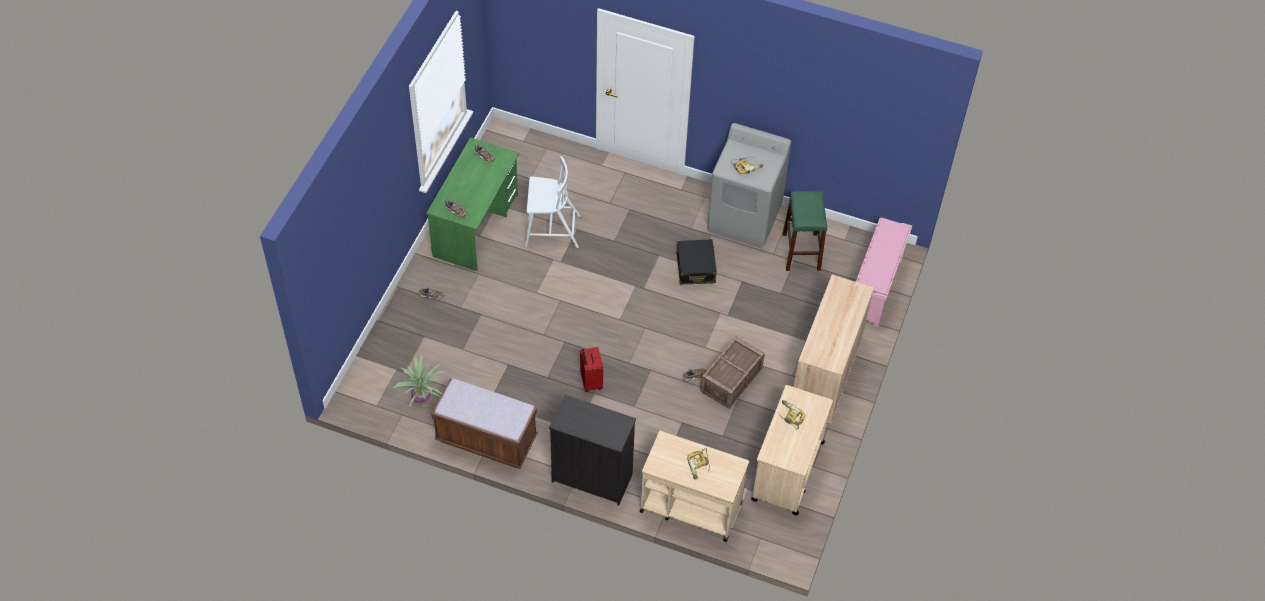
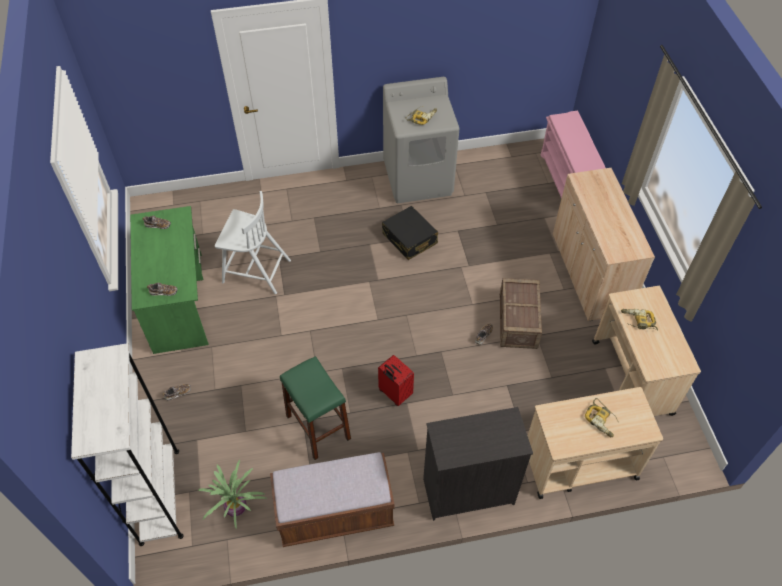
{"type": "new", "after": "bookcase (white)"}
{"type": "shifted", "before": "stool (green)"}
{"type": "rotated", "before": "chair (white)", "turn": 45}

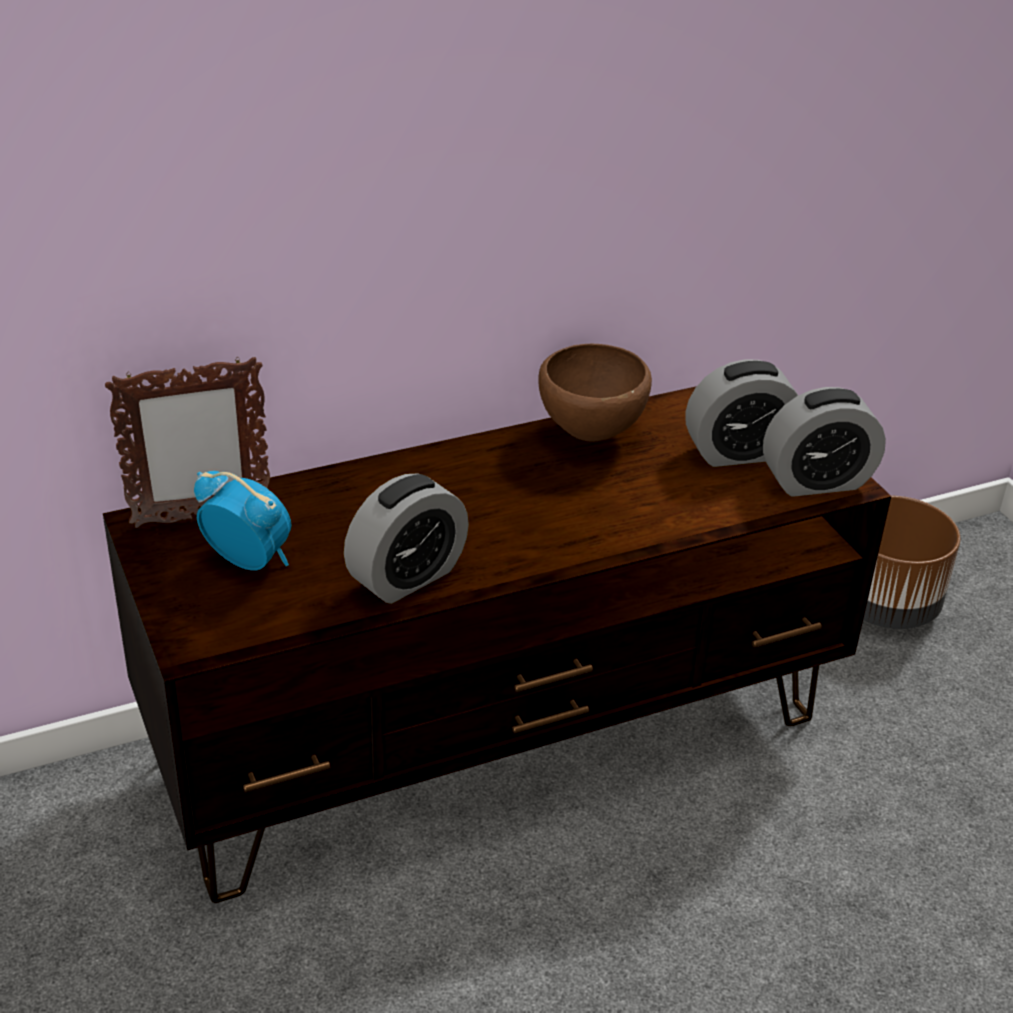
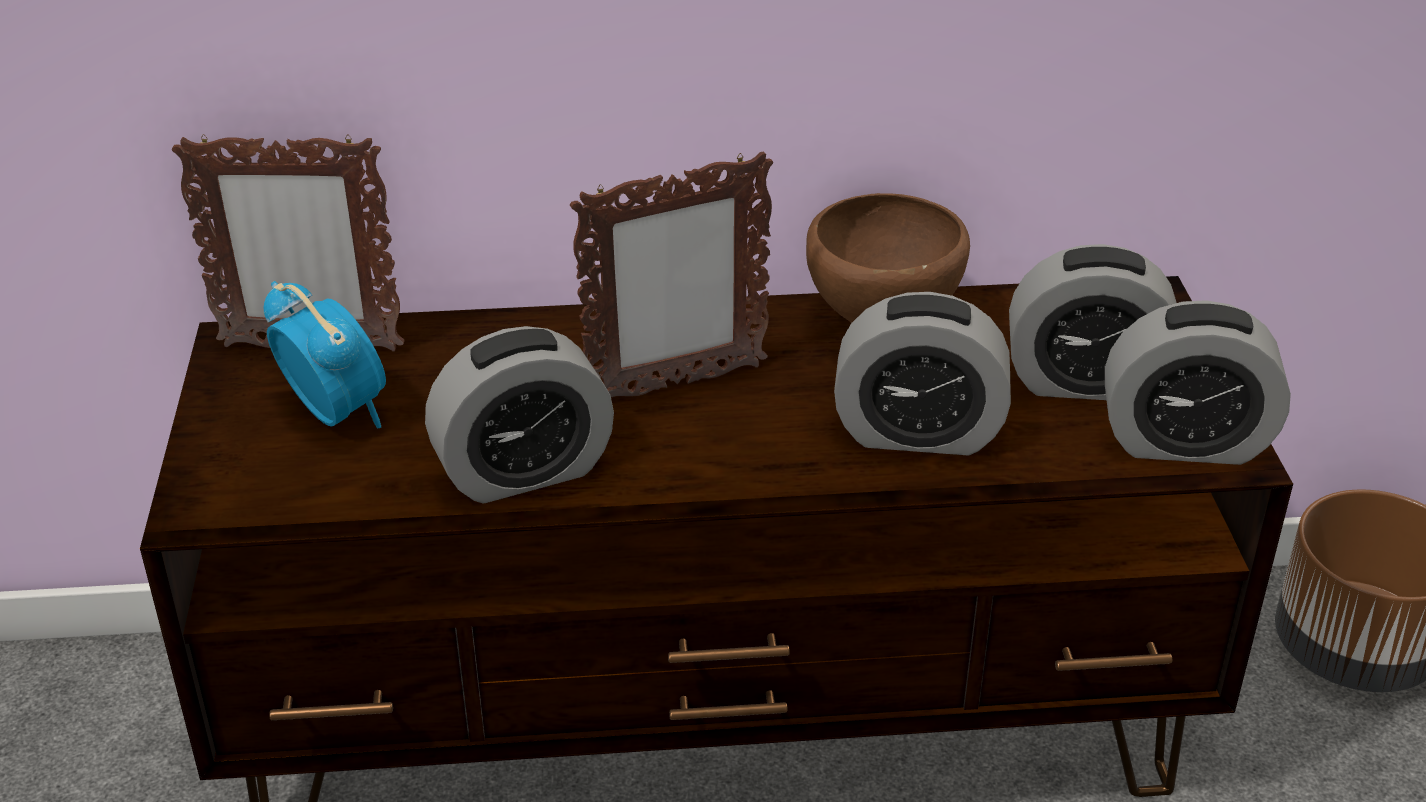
{"type": "new", "after": "picture frame (no. 2 from left)"}
{"type": "new", "after": "alarm clock (no. 3 from left)"}

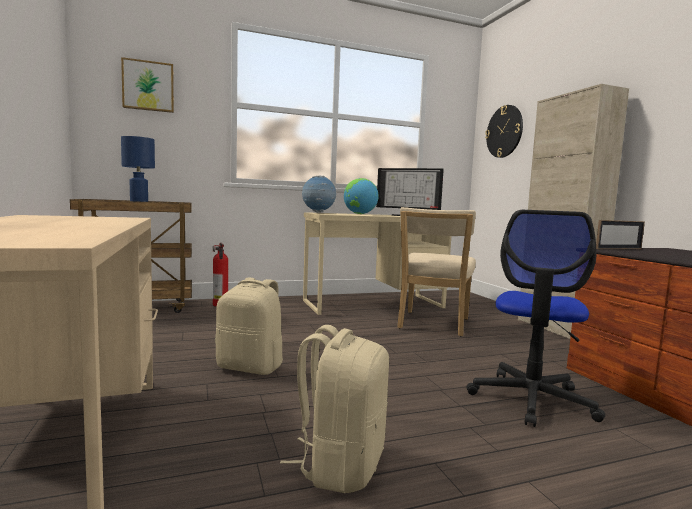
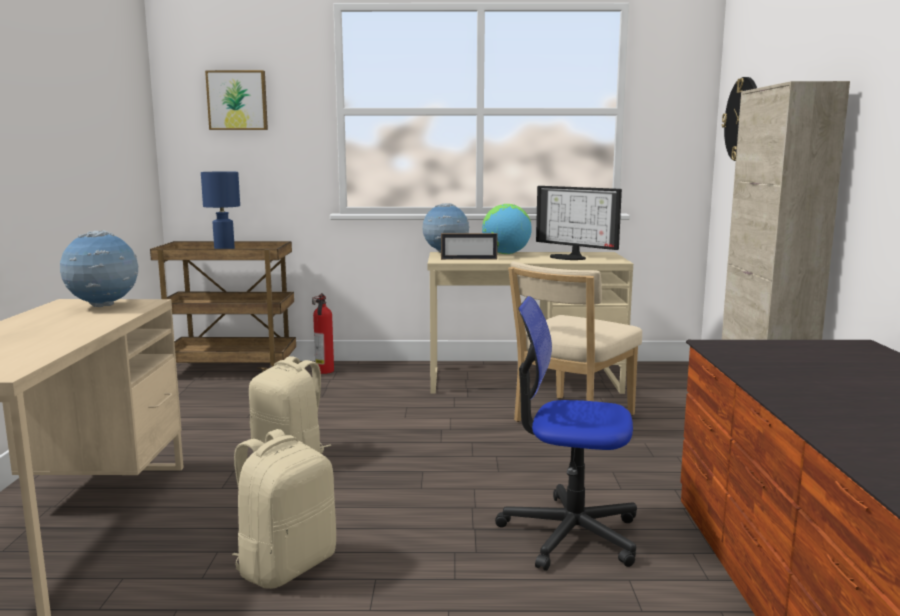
{"type": "new", "after": "globe (no. 1 from left)"}
{"type": "shifted", "before": "picture frame"}
{"type": "rotated", "before": "office chair", "turn": 60}

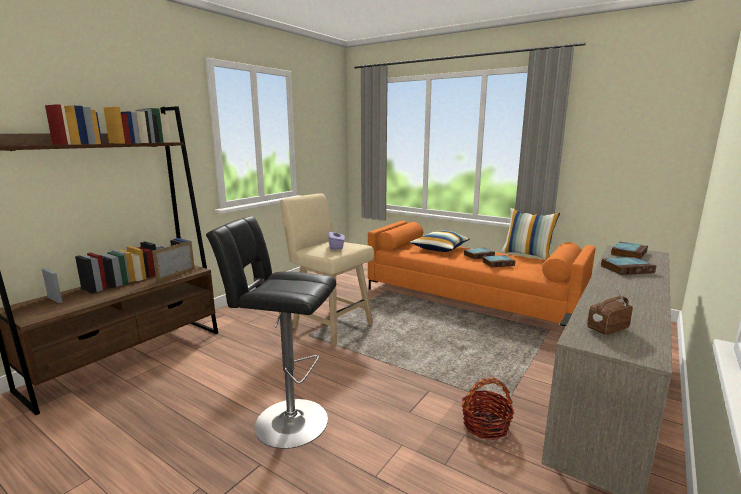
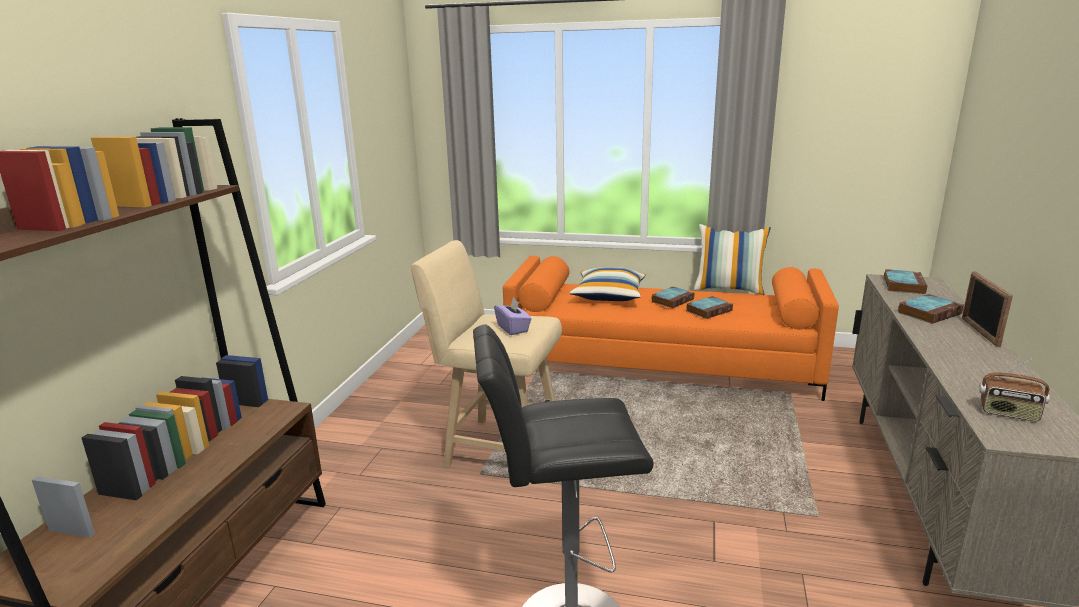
{"type": "gone", "before": "basket"}
{"type": "shifted", "before": "picture frame"}
{"type": "rotated", "before": "radio", "turn": -105}

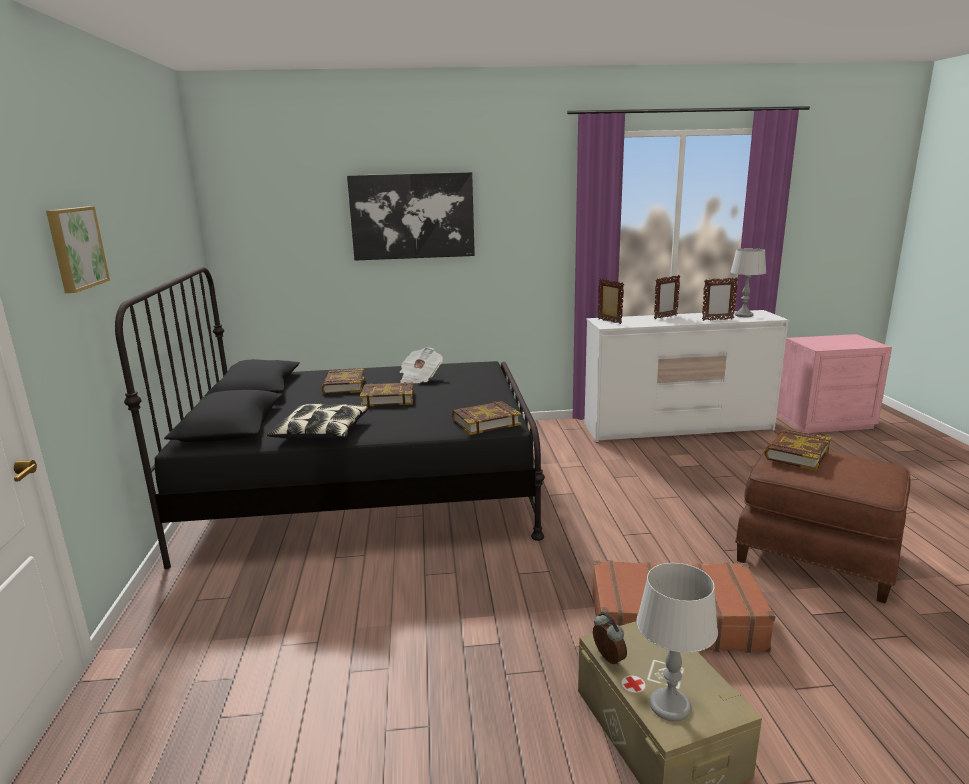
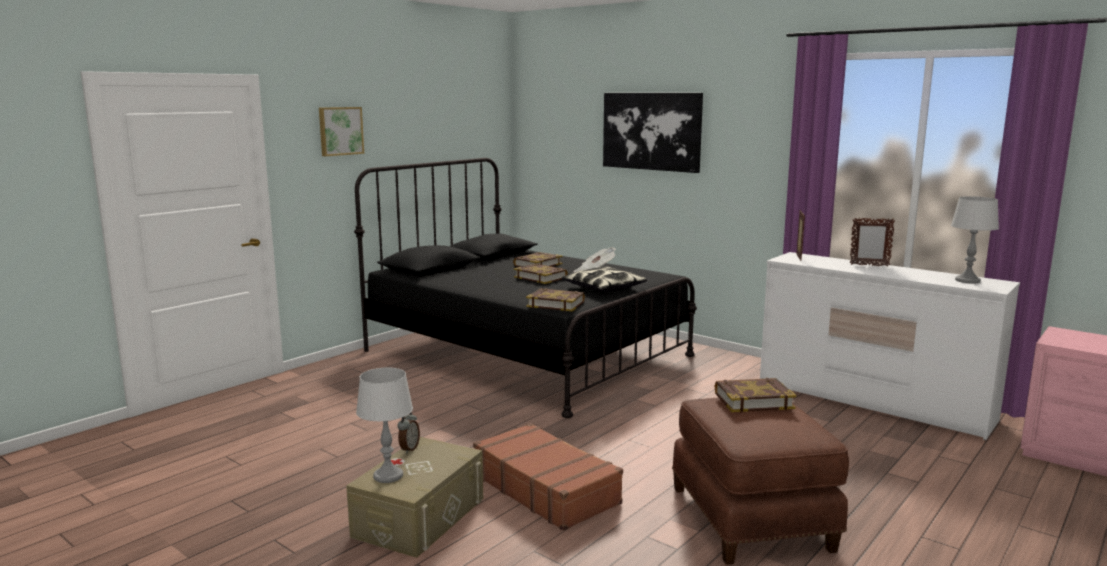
{"type": "gone", "before": "picture frame (no. 3 from left)"}
{"type": "shifted", "before": "pillow"}

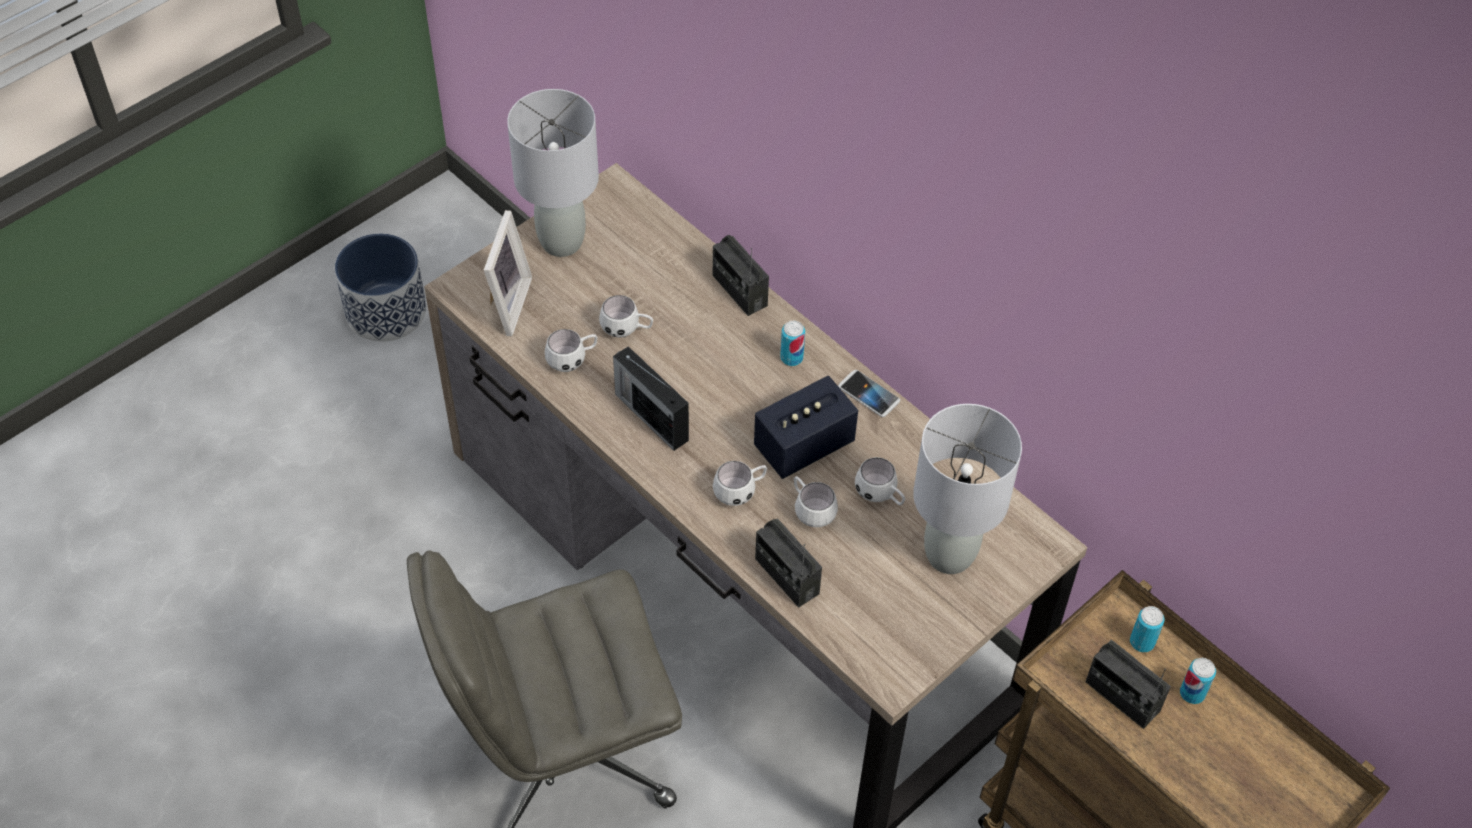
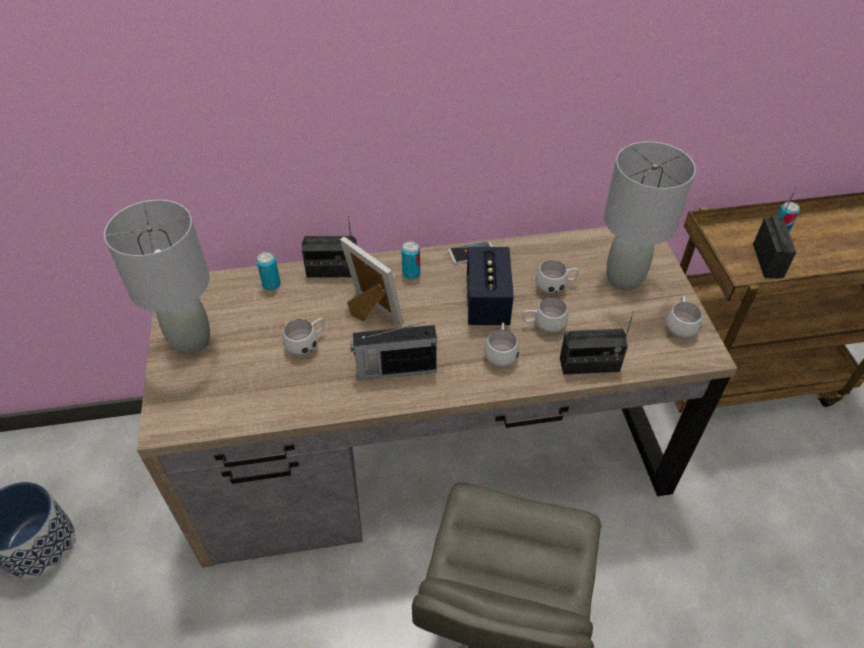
{"type": "shifted", "before": "picture frame"}
{"type": "shifted", "before": "mug (white) (no. 1 from left in the first image)", "after": "mug (white) (no. 5 from left)"}
{"type": "shifted", "before": "can (no. 2 from left in the first image)", "after": "can (no. 1 from left)"}
{"type": "rotated", "before": "radio (no. 4 from left)", "turn": -75}

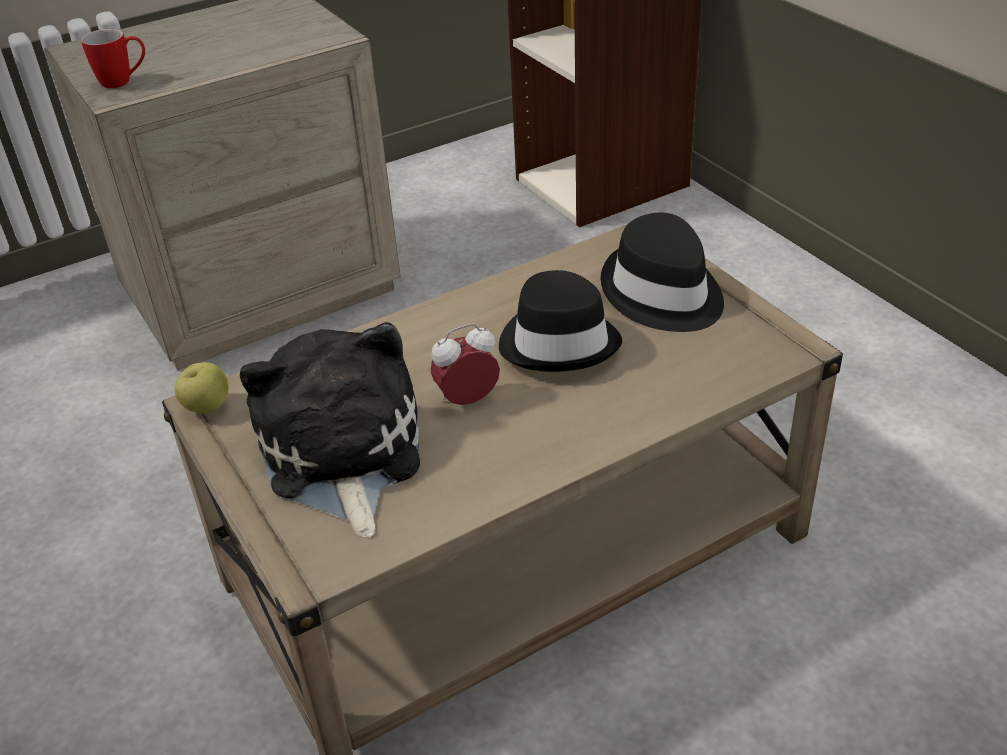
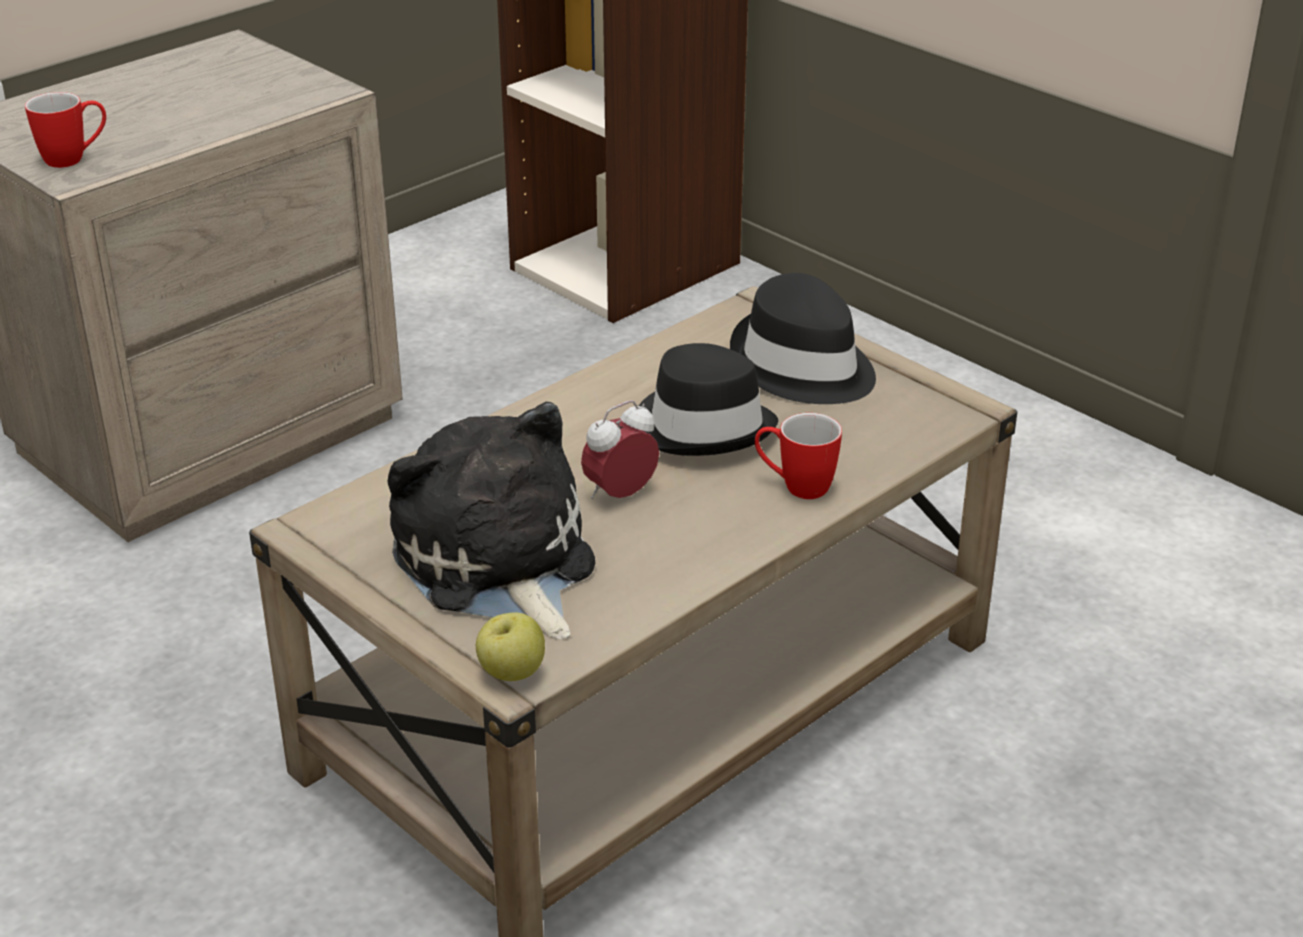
{"type": "new", "after": "mug (no. 2 from left)"}
{"type": "shifted", "before": "apple"}

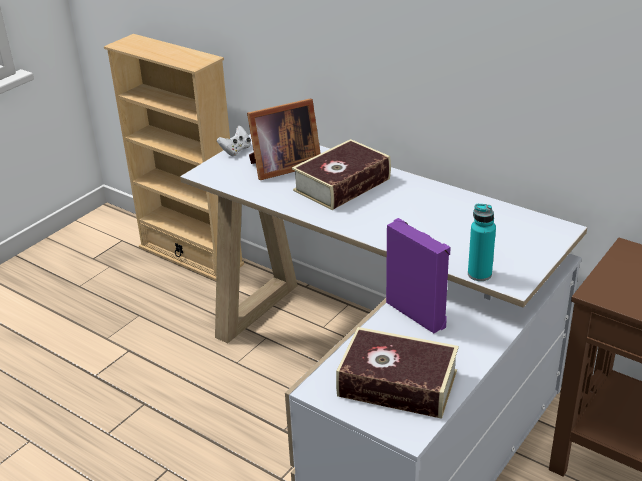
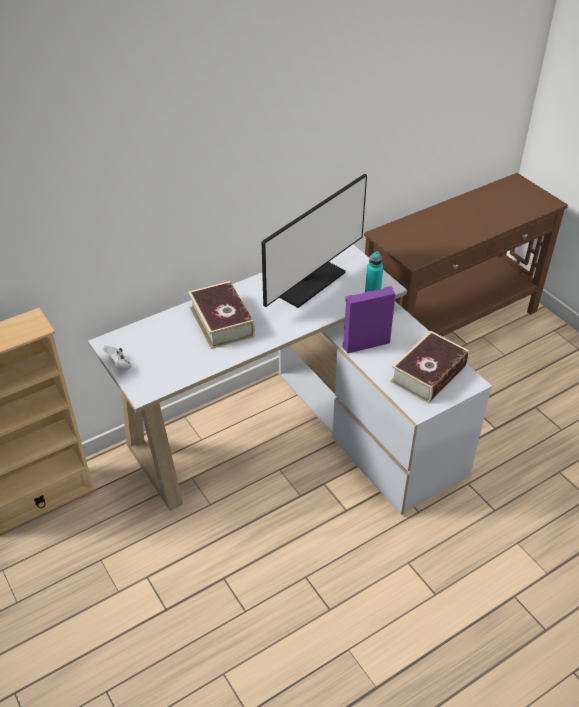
{"type": "gone", "before": "picture frame"}
{"type": "new", "after": "monitor"}

